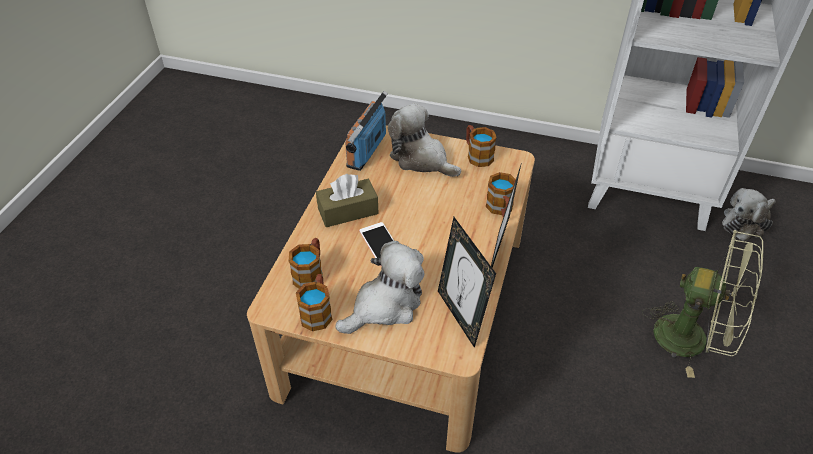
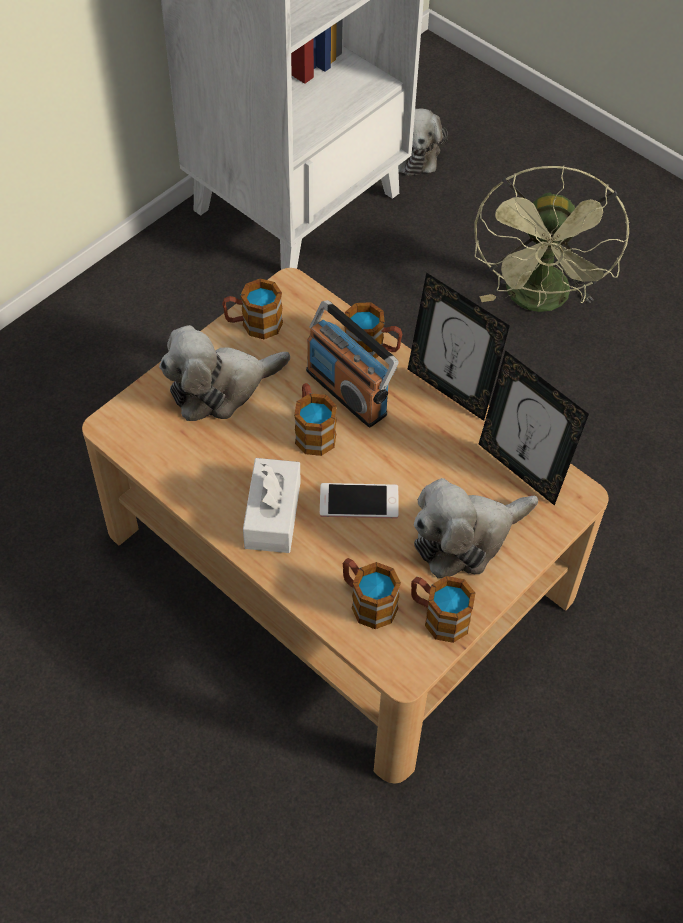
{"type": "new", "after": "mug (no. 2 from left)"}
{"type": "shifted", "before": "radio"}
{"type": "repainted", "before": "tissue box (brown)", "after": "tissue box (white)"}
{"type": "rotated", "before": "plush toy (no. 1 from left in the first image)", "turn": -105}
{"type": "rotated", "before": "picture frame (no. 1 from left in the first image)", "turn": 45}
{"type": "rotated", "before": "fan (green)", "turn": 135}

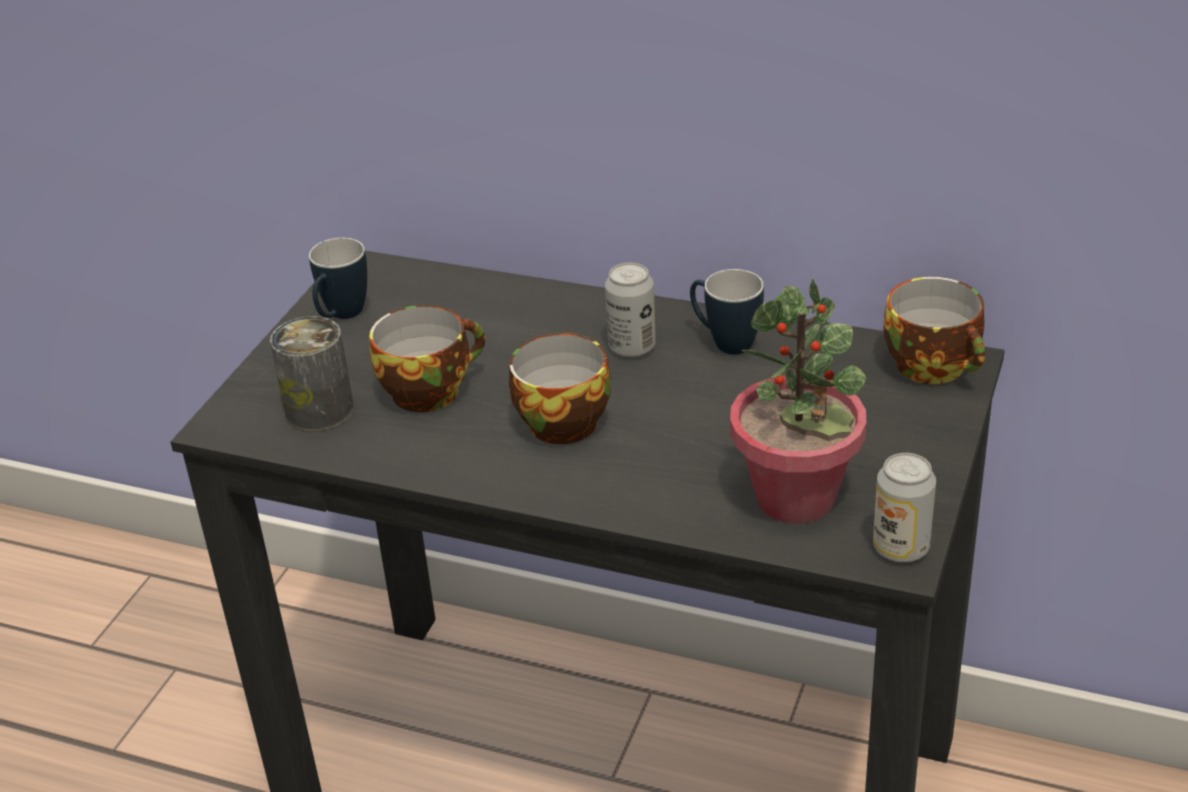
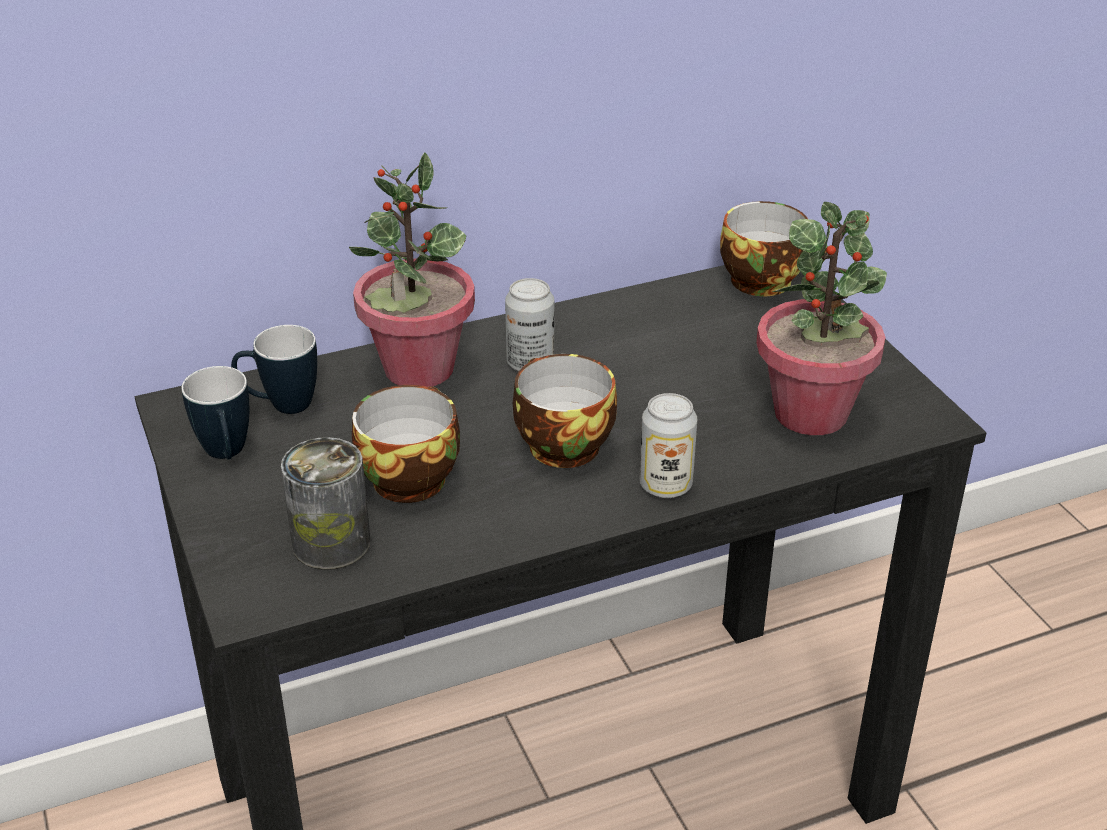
{"type": "new", "after": "potted plant (no. 1 from left)"}
{"type": "shifted", "before": "mug (no. 2 from left)"}
{"type": "shifted", "before": "can (no. 3 from left)"}

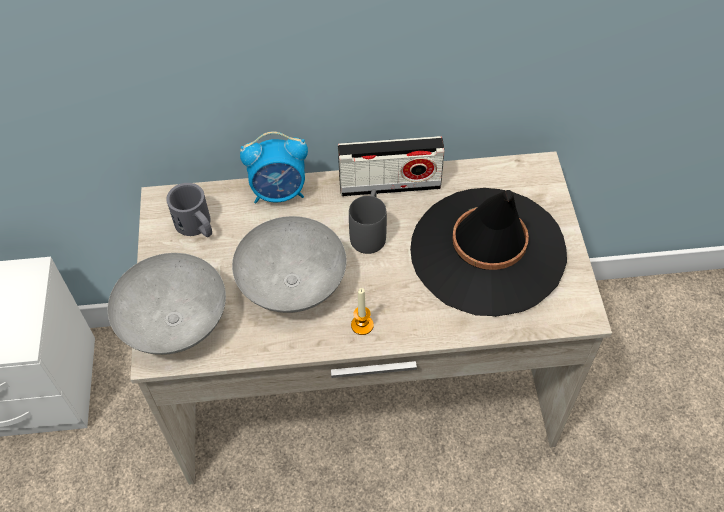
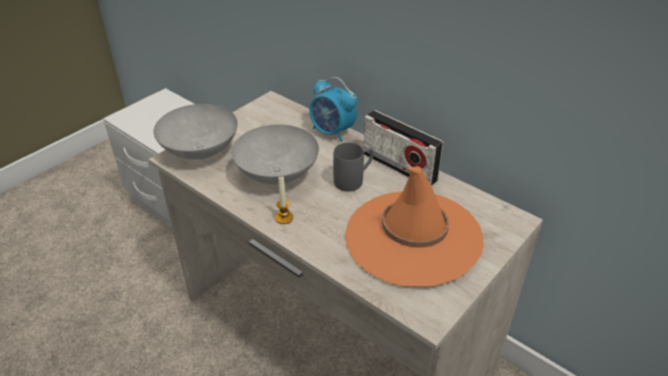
{"type": "gone", "before": "mug (grey) (no. 1 from left)"}
{"type": "repainted", "before": "hat (black)", "after": "hat (orange)"}

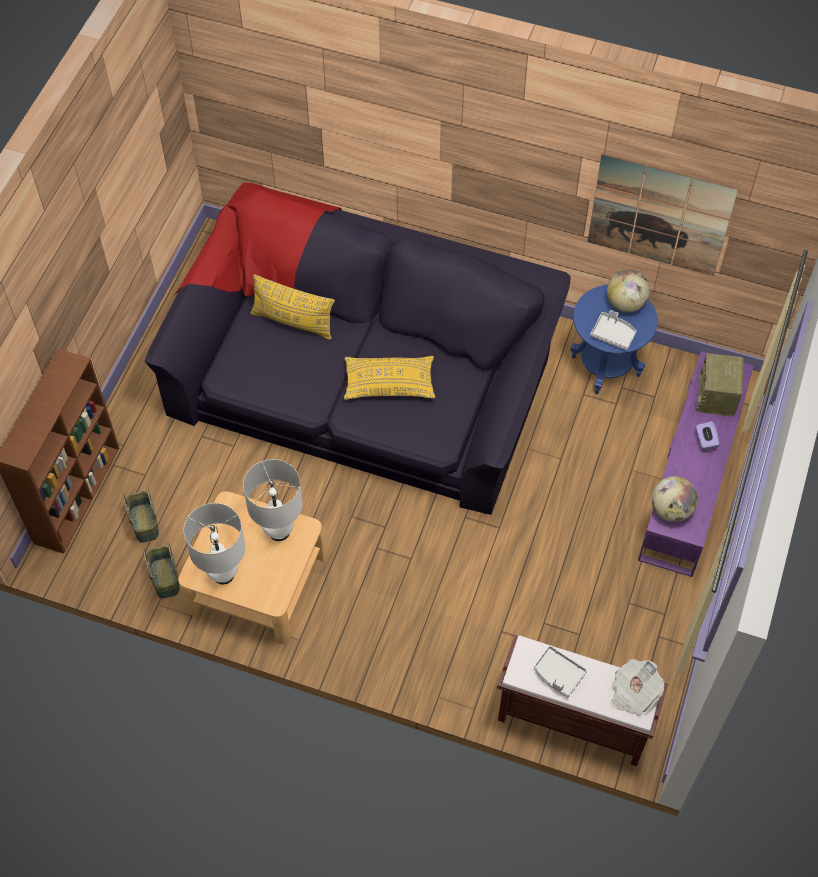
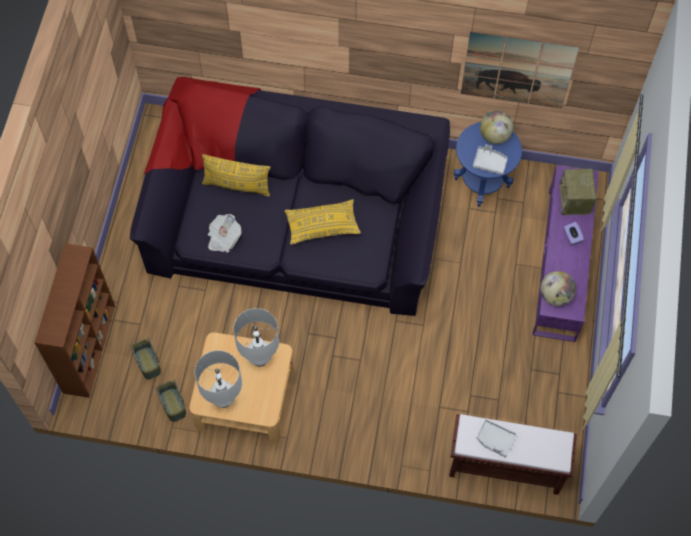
{"type": "shifted", "before": "newspaper"}

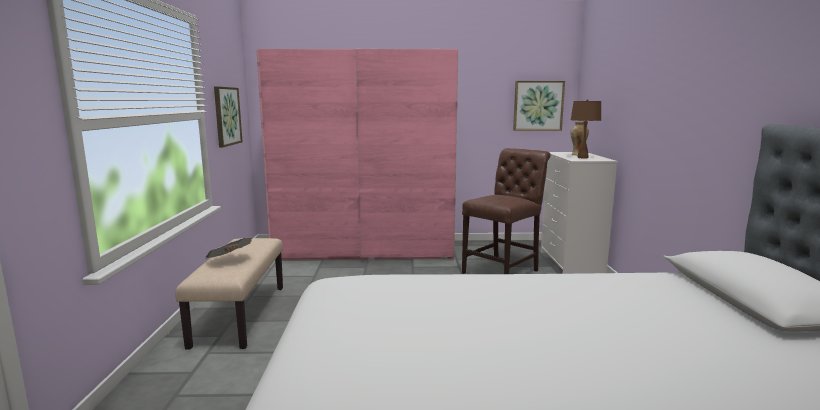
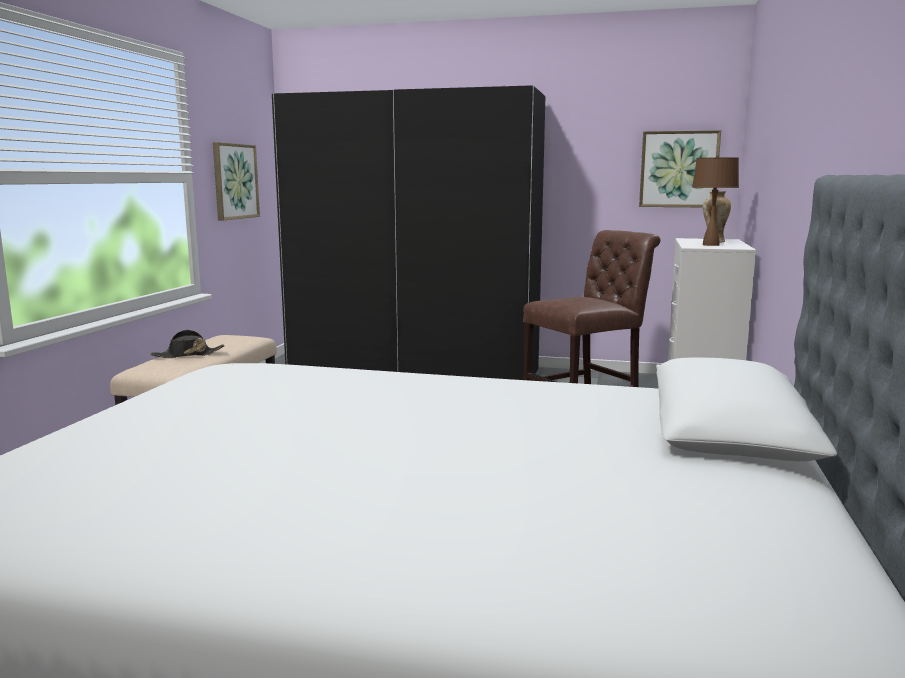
{"type": "swapped", "before": "newspaper", "after": "hat (black)"}
{"type": "repainted", "before": "wardrobe (pink)", "after": "wardrobe (black)"}

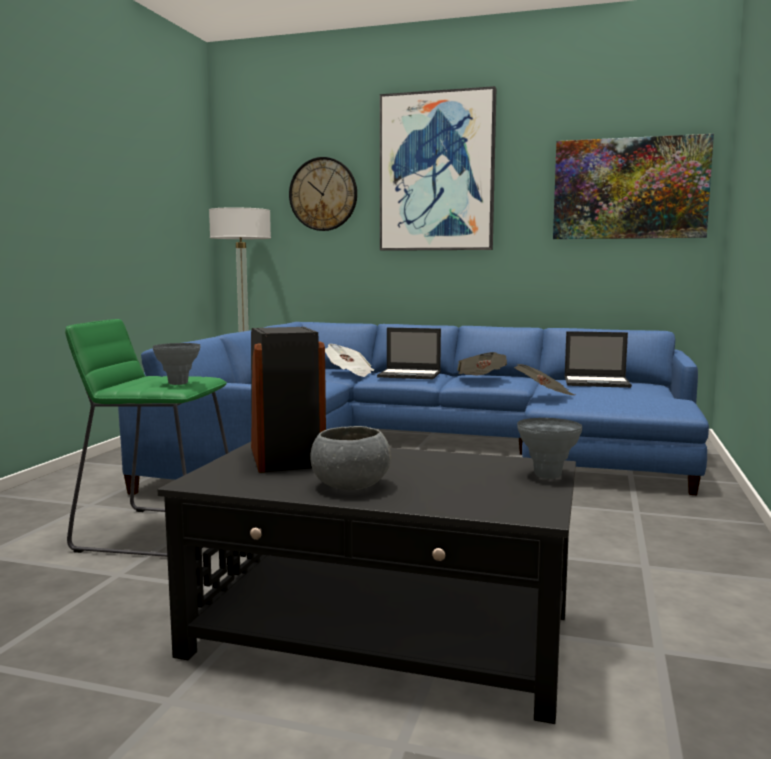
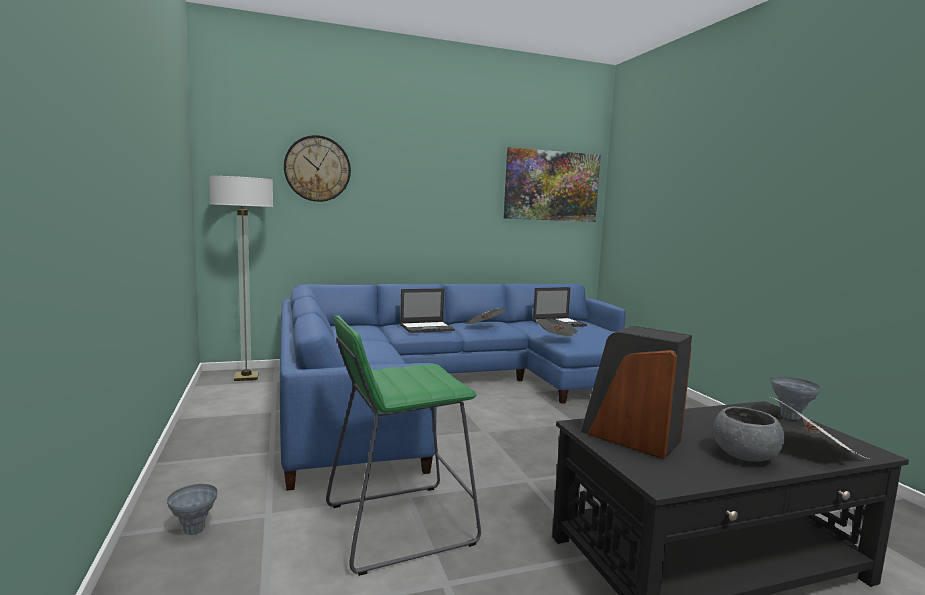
{"type": "gone", "before": "picture (no. 1 from left)"}
{"type": "shifted", "before": "vase (grey) (no. 1 from left)"}
{"type": "shifted", "before": "newspaper (no. 1 from left in the first image)", "after": "newspaper (no. 3 from left)"}

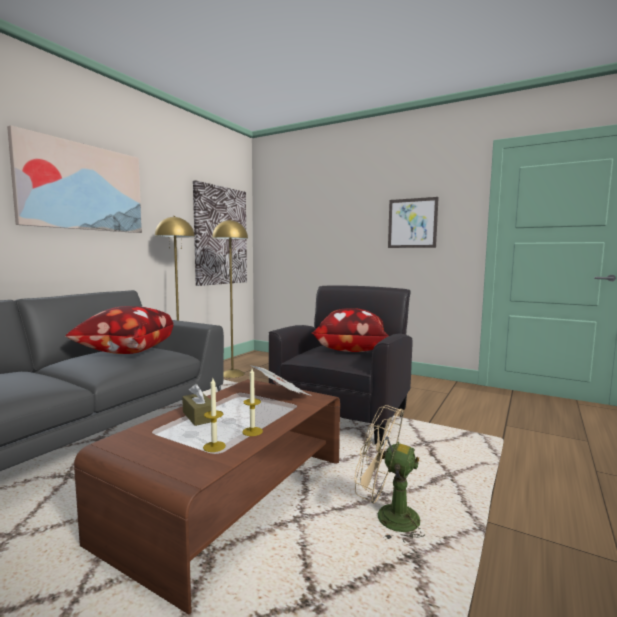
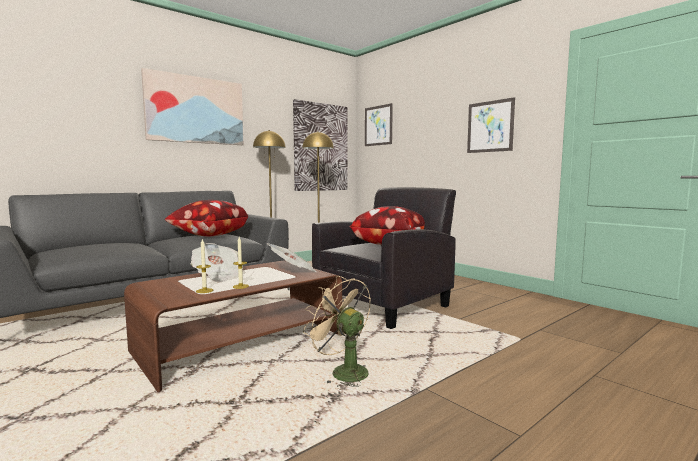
{"type": "new", "after": "picture (no. 3 from left)"}
{"type": "swapped", "before": "tissue box (brown)", "after": "newspaper (no. 1 from left)"}

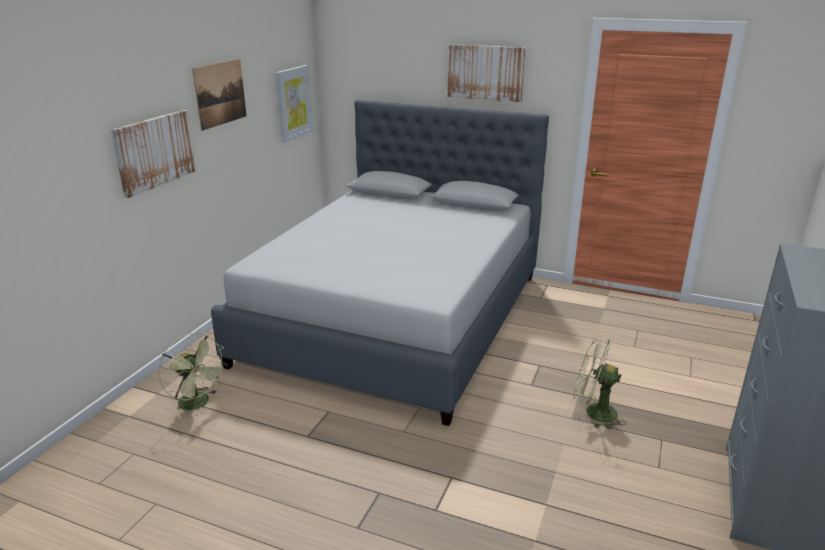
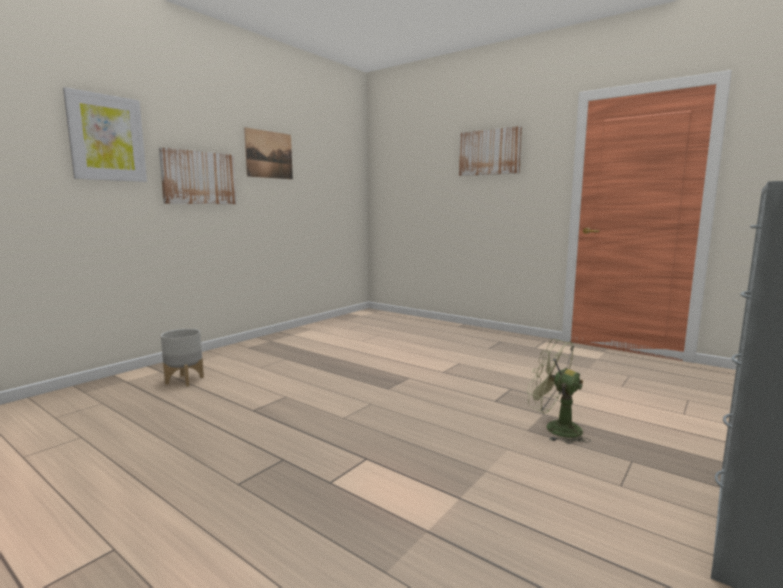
{"type": "gone", "before": "bed (grey)"}
{"type": "shifted", "before": "picture (no. 3 from left in the first image)", "after": "picture (no. 1 from left)"}
{"type": "swapped", "before": "fan (green) (no. 1 from left)", "after": "planter (grey)"}

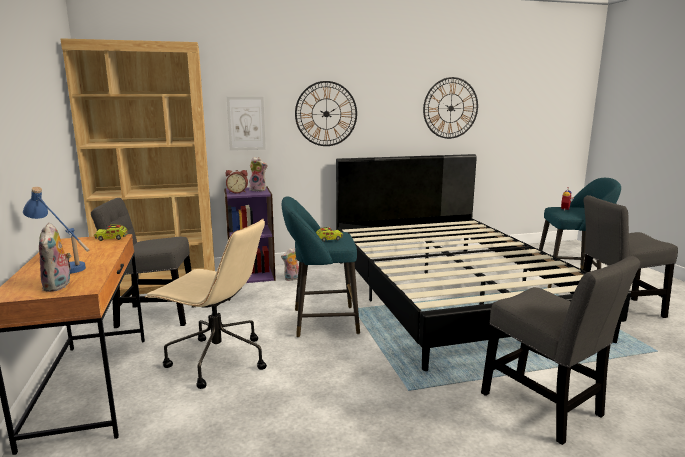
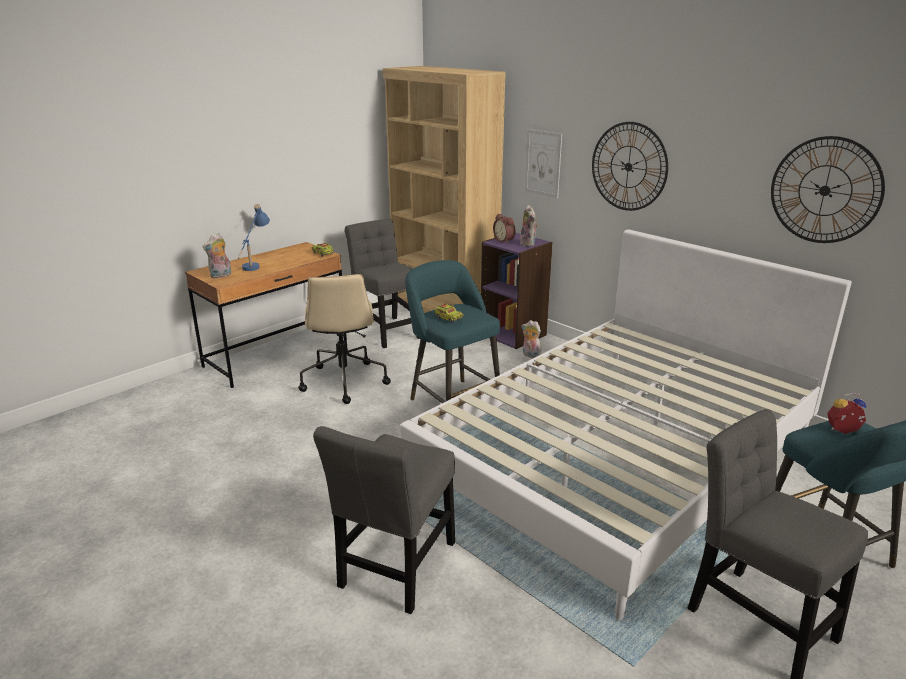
{"type": "repainted", "before": "bed (black)", "after": "bed (white)"}

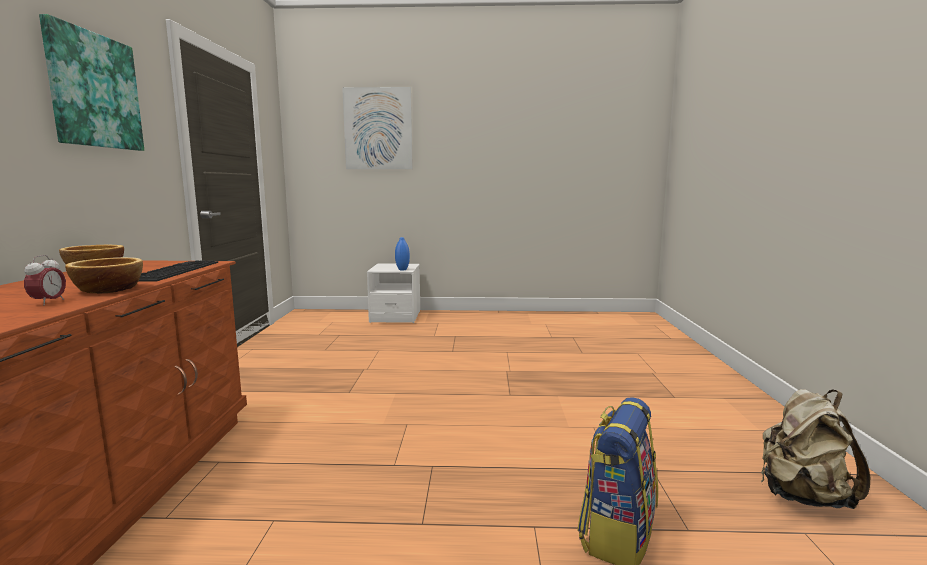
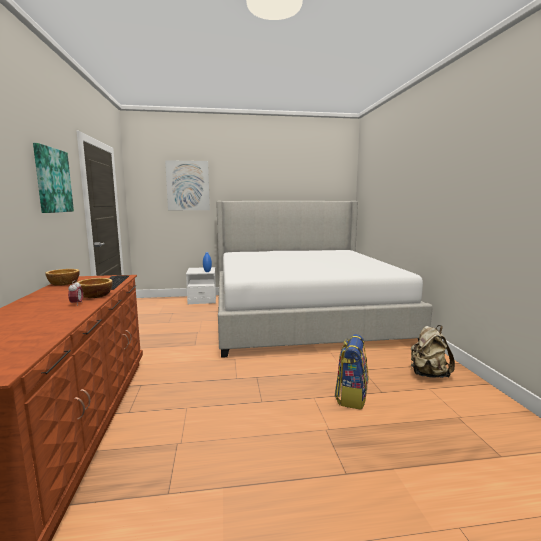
{"type": "new", "after": "bed"}

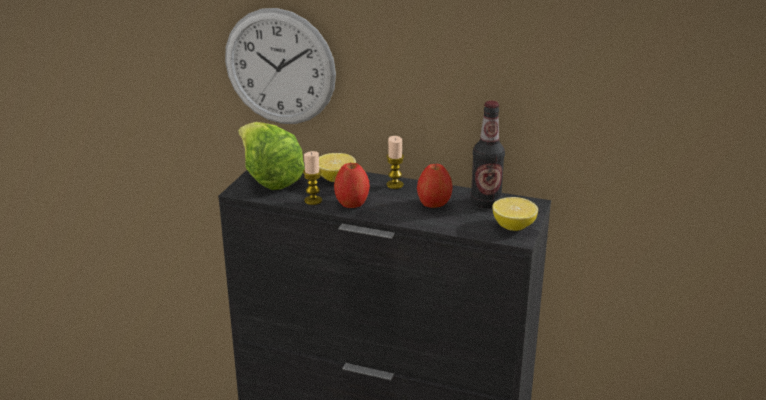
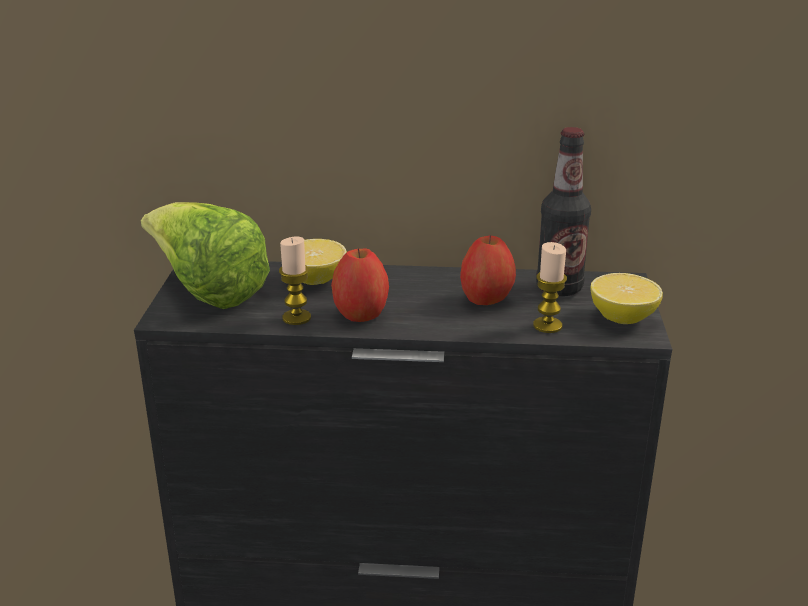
{"type": "gone", "before": "wall clock"}
{"type": "shifted", "before": "candle (no. 2 from left)"}

